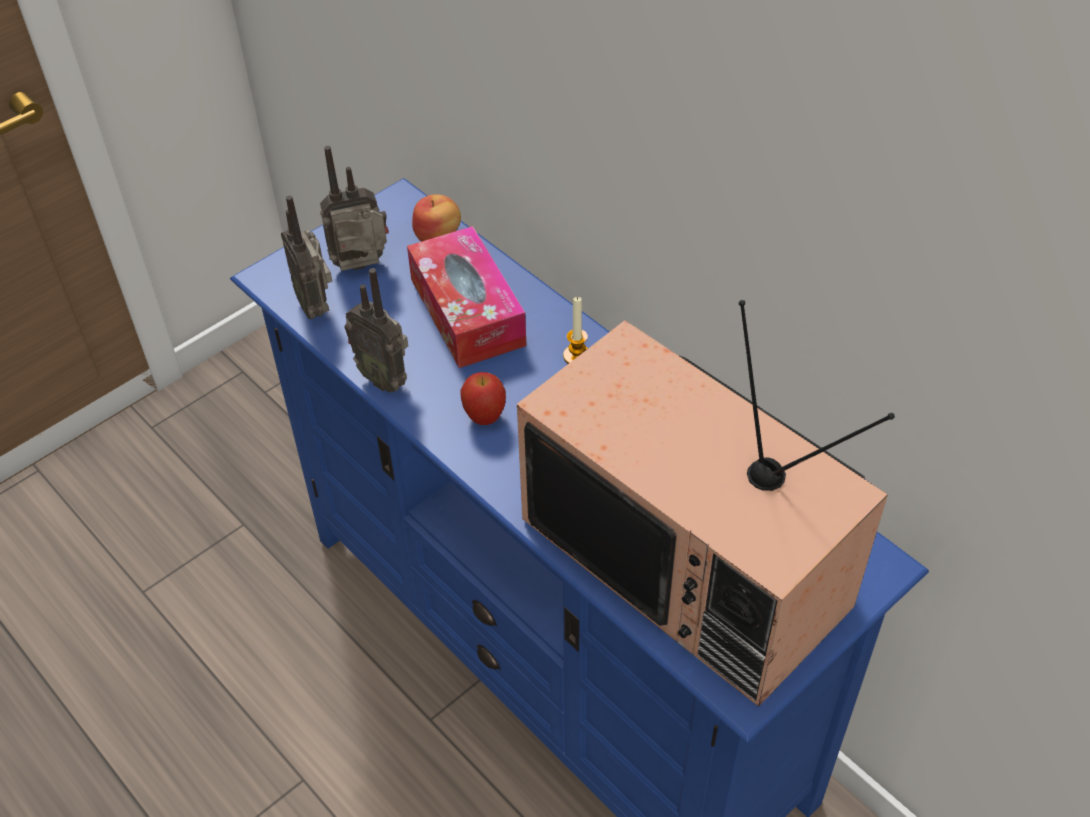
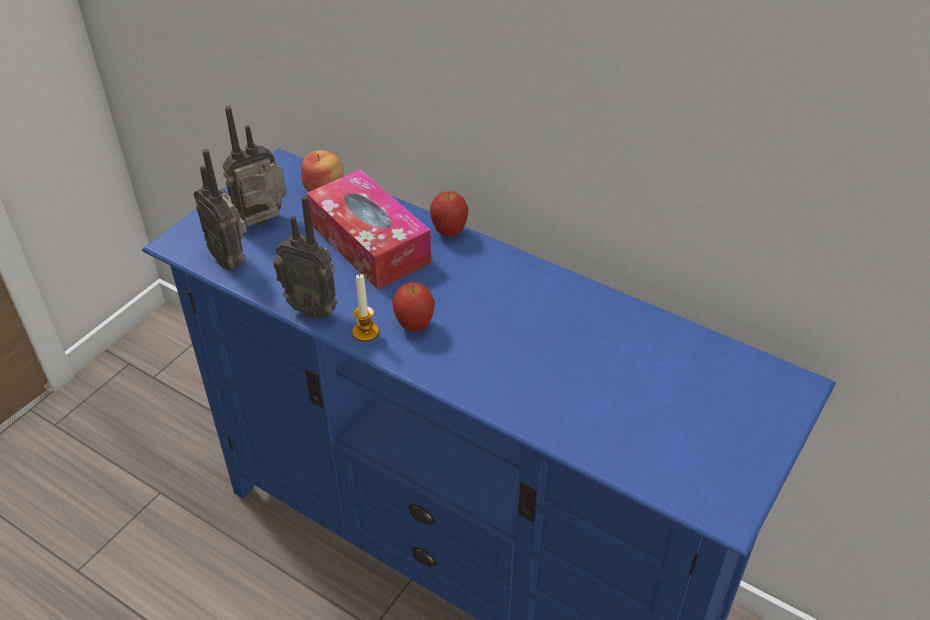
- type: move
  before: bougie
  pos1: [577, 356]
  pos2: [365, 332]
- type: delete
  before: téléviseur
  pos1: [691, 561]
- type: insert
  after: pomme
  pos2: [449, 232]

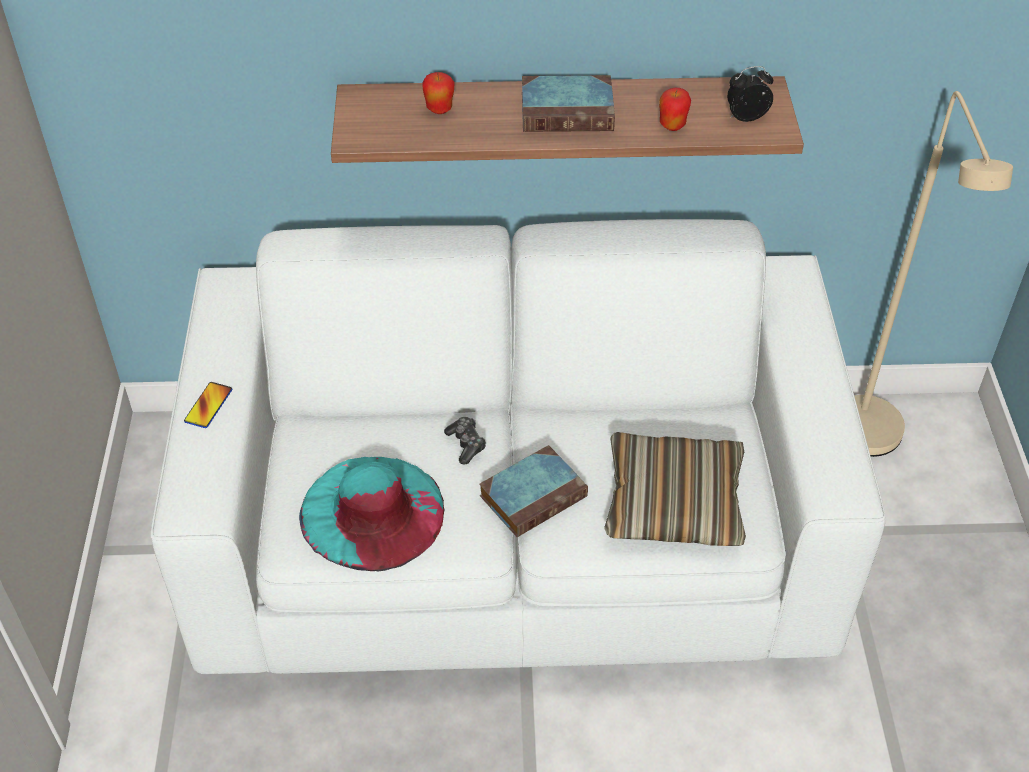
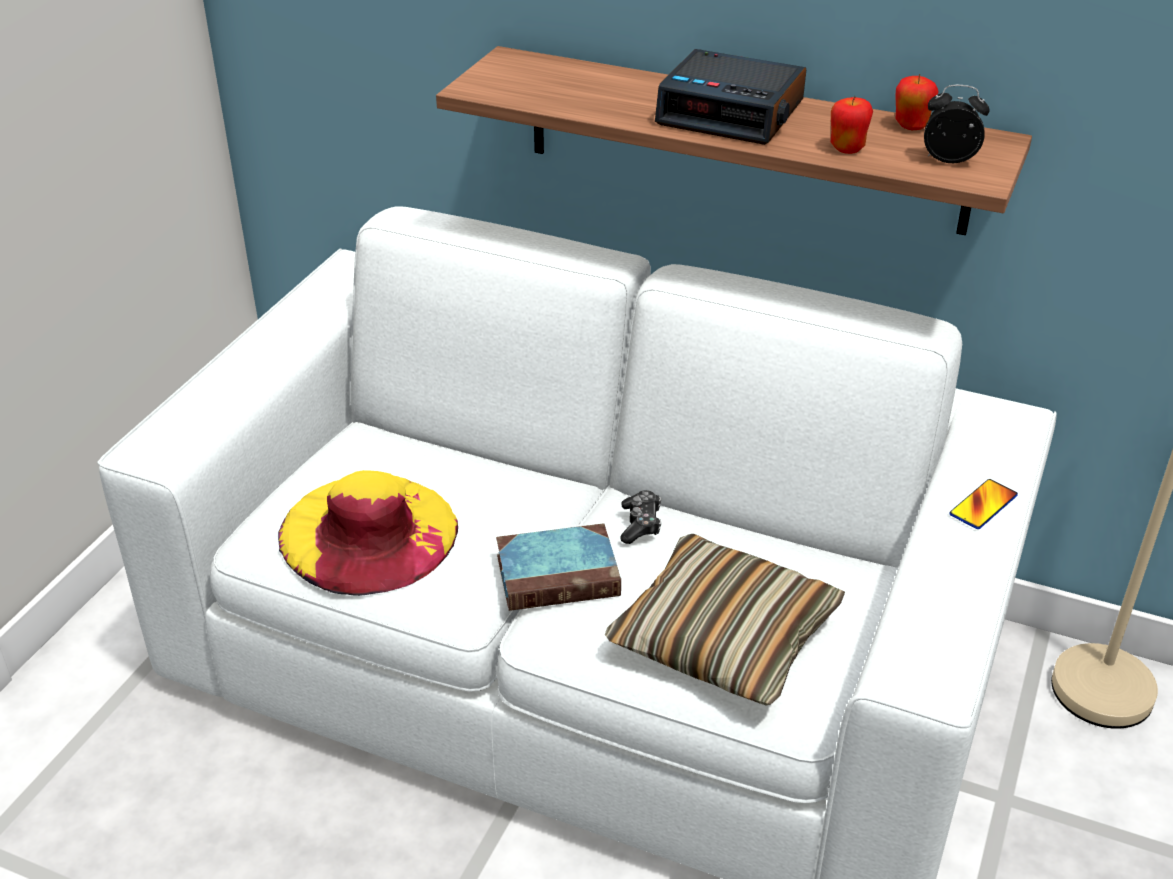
- type: move
  before: pomme
  pos1: [439, 109]
  pos2: [911, 126]
- type: replace
  before: livre
  after: réveil
  pos1: [569, 111]
  pos2: [732, 113]
- type: move
  before: téléphone
  pos1: [208, 406]
  pos2: [983, 505]
- type: move
  before: manette
  pos1: [466, 444]
  pos2: [640, 524]
- type: recolor
  before: chapeau (turquoise)
  after: chapeau (jaune)
  pos1: [372, 511]
  pos2: [368, 532]

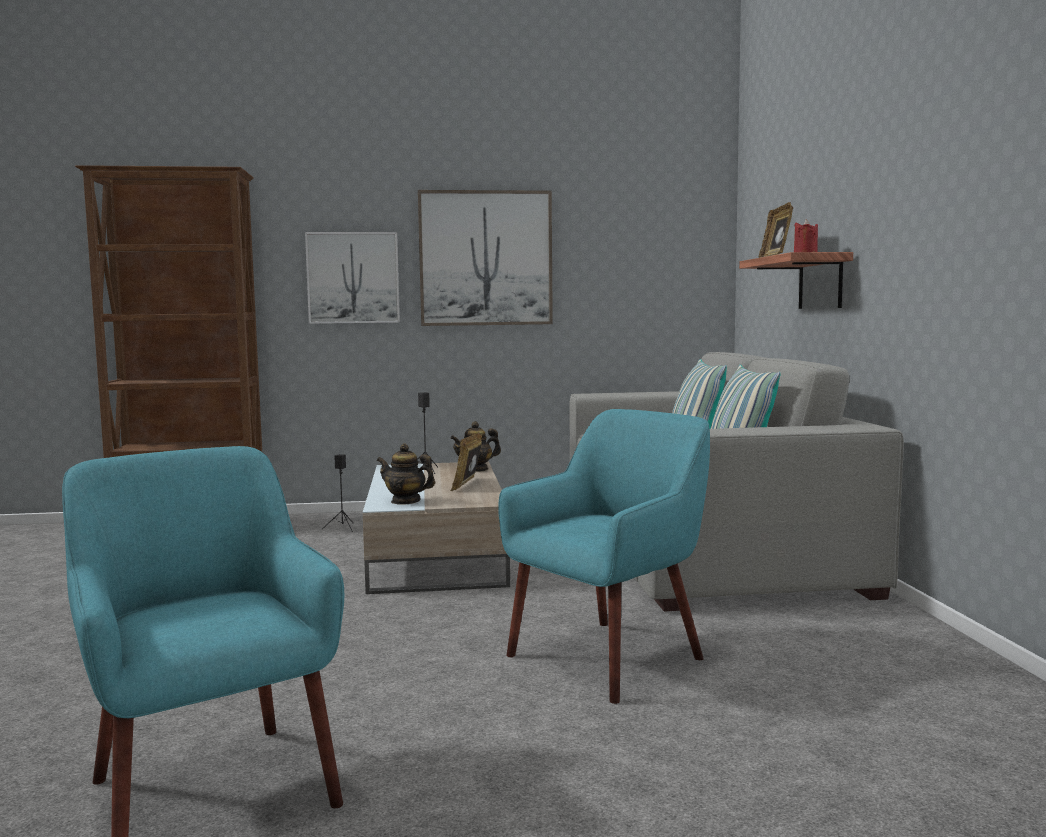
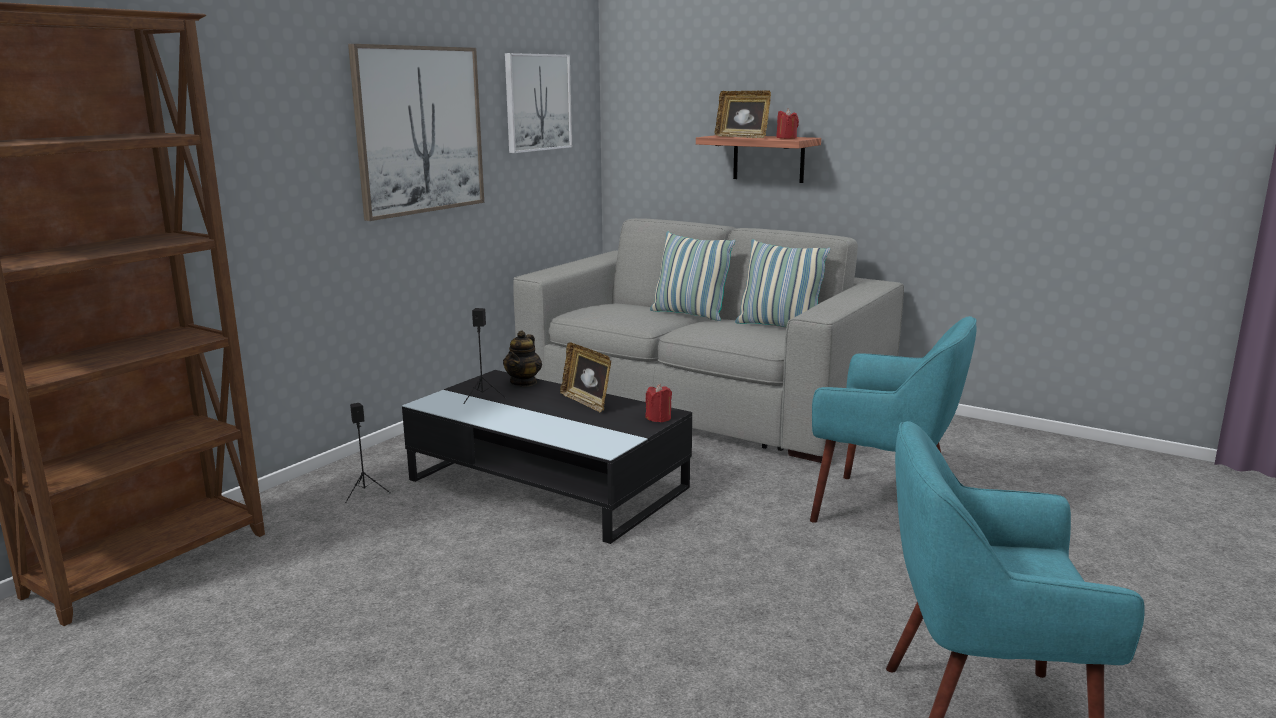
- type: move
  before: tableau
  pos1: [353, 278]
  pos2: [537, 102]
- type: rotate
  before: fauteuil (turquoise)
  pos1: [608, 657]
  pos2: [884, 509]
  turn: 120
- type: delete
  before: théière
  pos1: [406, 501]
- type: recolor
  before: table basse (beige)
  after: table basse (noir)
  pos1: [436, 554]
  pos2: [547, 483]
- type: insert
  after: bougie (rouge)
  pos2: [658, 418]

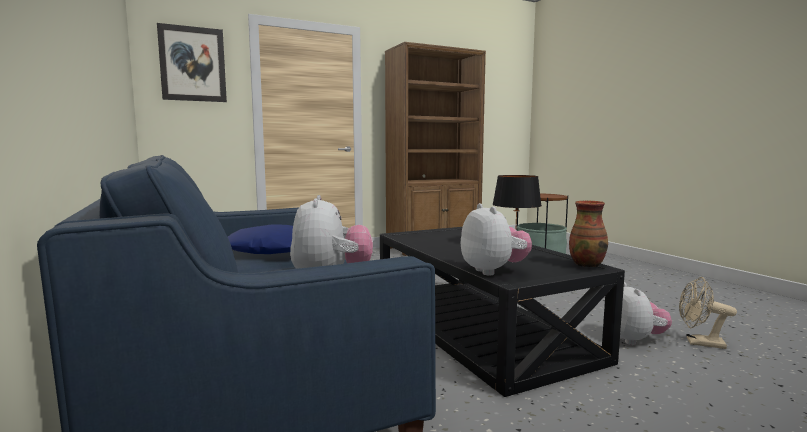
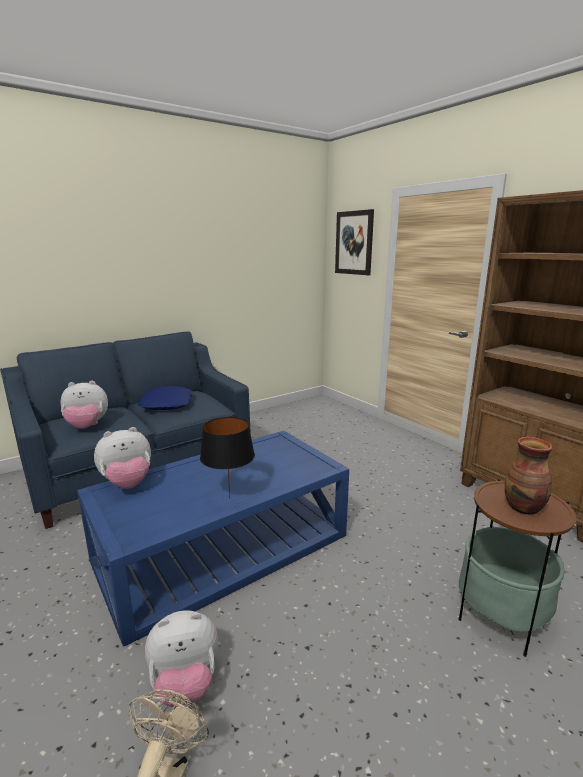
- type: move
  before: vase
  pos1: [586, 264]
  pos2: [524, 508]
- type: recolor
  before: table basse (noir)
  after: table basse (bleu)
  pos1: [477, 327]
  pos2: [223, 547]

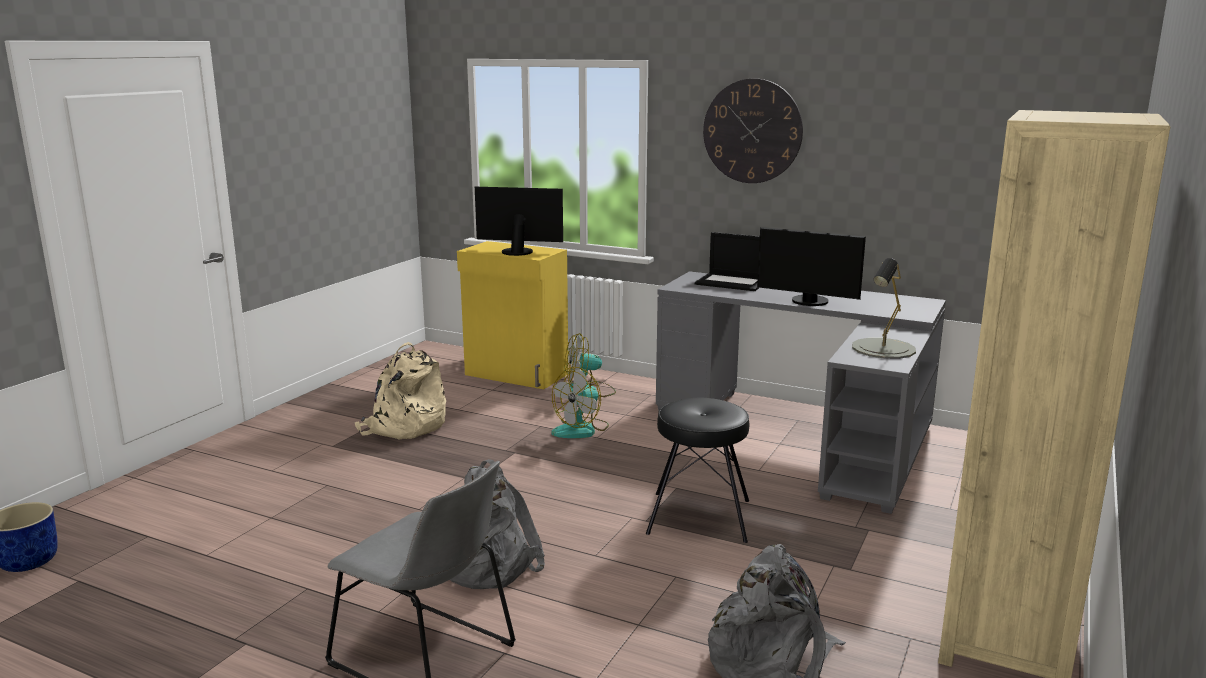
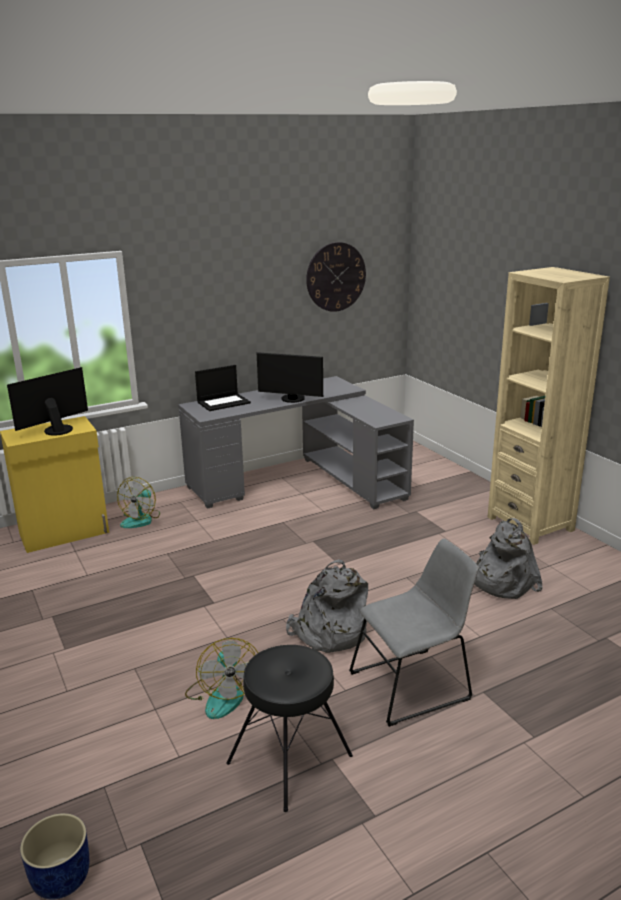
- type: move
  before: horloge murale
  pos1: [752, 131]
  pos2: [336, 277]
- type: rotate
  before: écran d'ordinateur
  pos1: [809, 302]
  pos2: [292, 399]
  turn: 45
- type: delete
  before: lampe de table (gris)
  pos1: [883, 348]
- type: delete
  before: sac à dos (beige)
  pos1: [404, 426]
- type: move
  before: ventilateur
  pos1: [581, 429]
  pos2: [222, 695]
- type: move
  before: tabouret (noir)
  pos1: [699, 517]
  pos2: [291, 759]

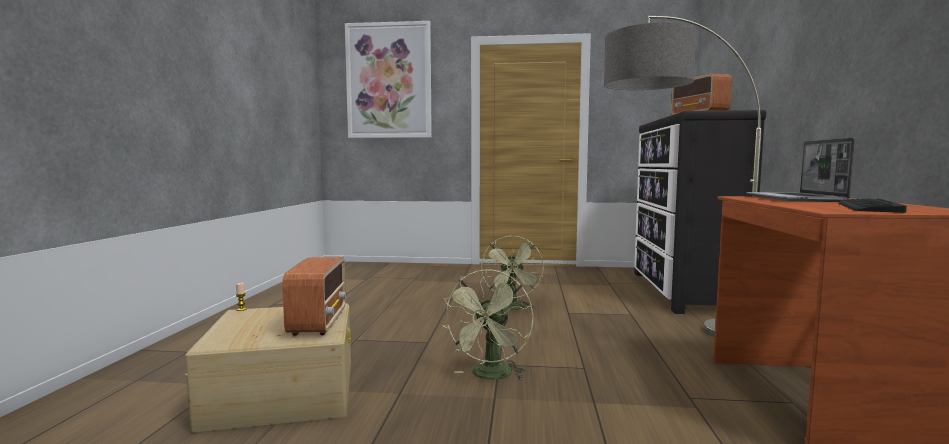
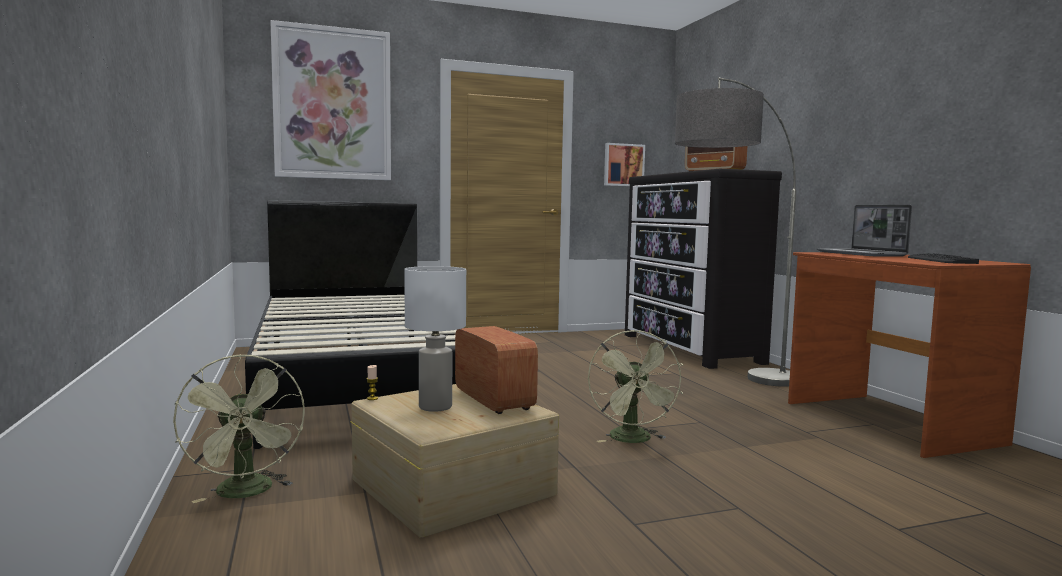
- type: move
  before: ventilateur (vert)
  pos1: [513, 308]
  pos2: [247, 493]
- type: insert
  after: tableau
  pos2: [623, 165]
- type: insert
  after: lit (noir)
  pos2: [357, 378]
- type: insert
  after: lampe de table (blanc)
  pos2: [434, 407]

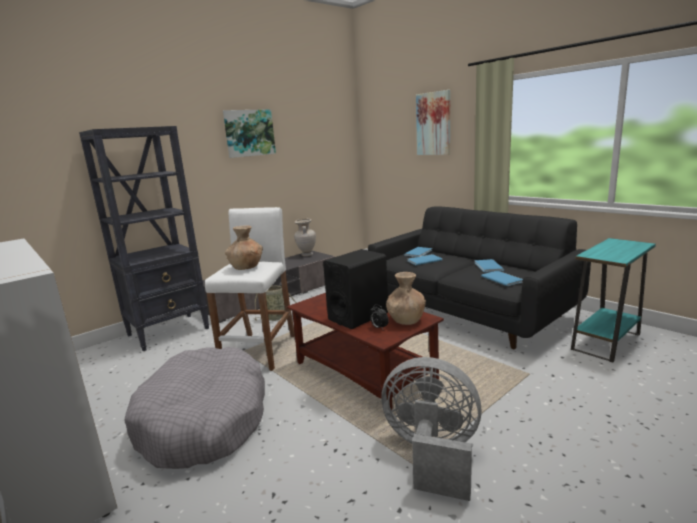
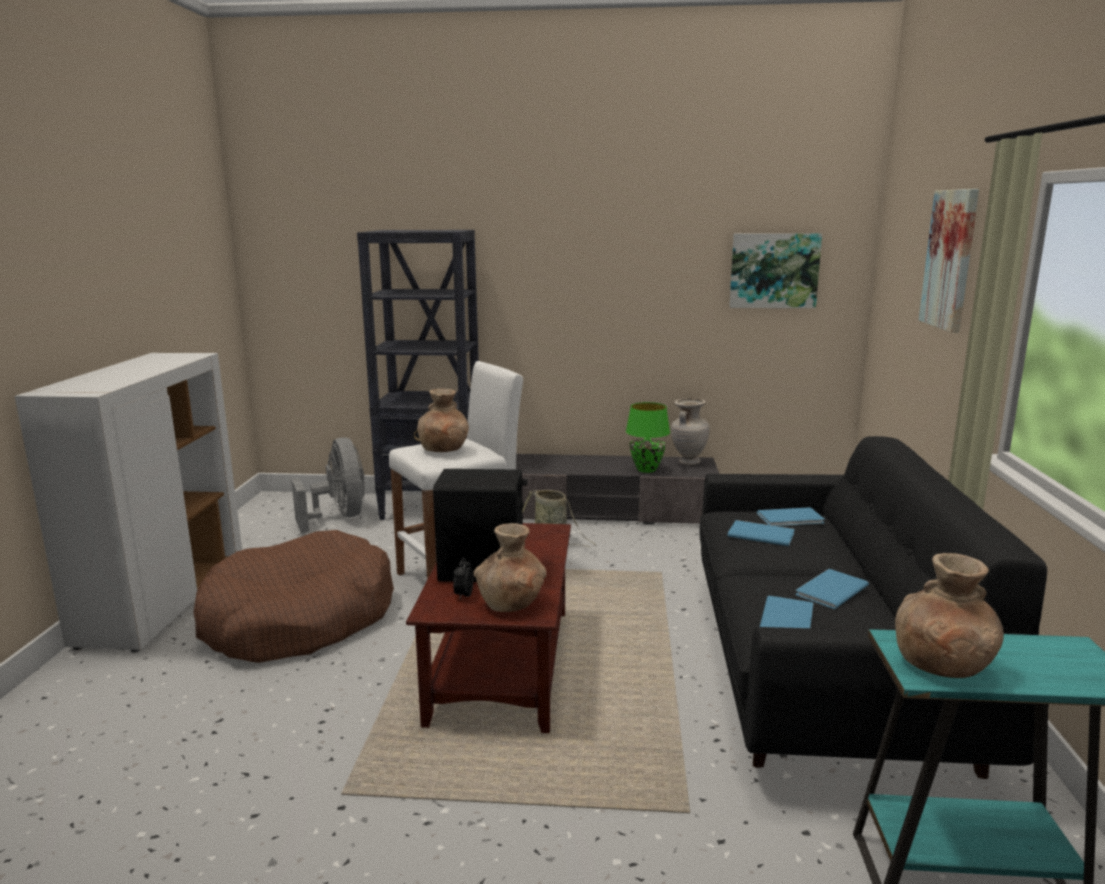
- type: move
  before: tableau
  pos1: [249, 133]
  pos2: [774, 270]
- type: recolor
  before: panier pour chien (gris)
  after: panier pour chien (marron)
  pos1: [204, 420]
  pos2: [298, 619]
- type: move
  before: ventilateur (gris)
  pos1: [432, 455]
  pos2: [339, 517]
- type: insert
  after: lampe de table (vert)
  pos2: [646, 469]
- type: insert
  after: vase (marron)
  pos2: [942, 665]

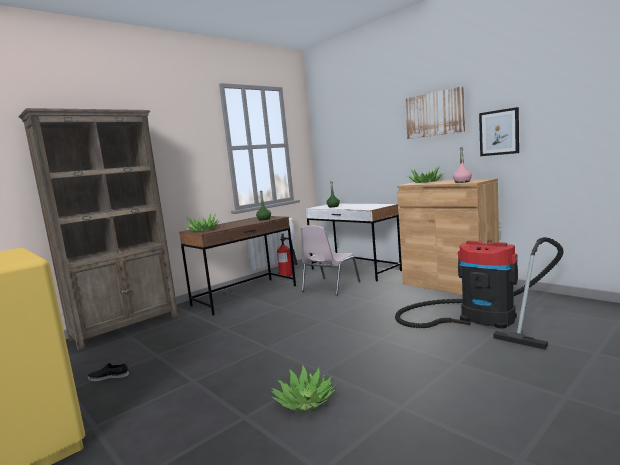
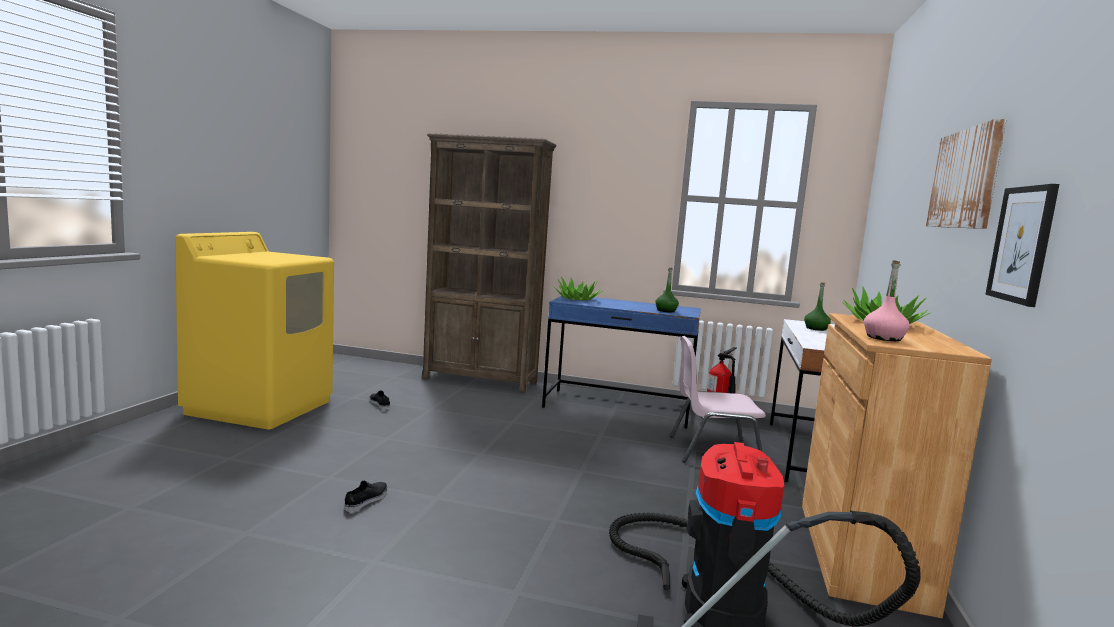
- type: recolor
  before: bureau (marron)
  after: bureau (bleu)
  pos1: [245, 295]
  pos2: [617, 408]
- type: replace
  before: plante en pot
  after: chaussure (noir)
  pos1: [304, 401]
  pos2: [367, 500]

